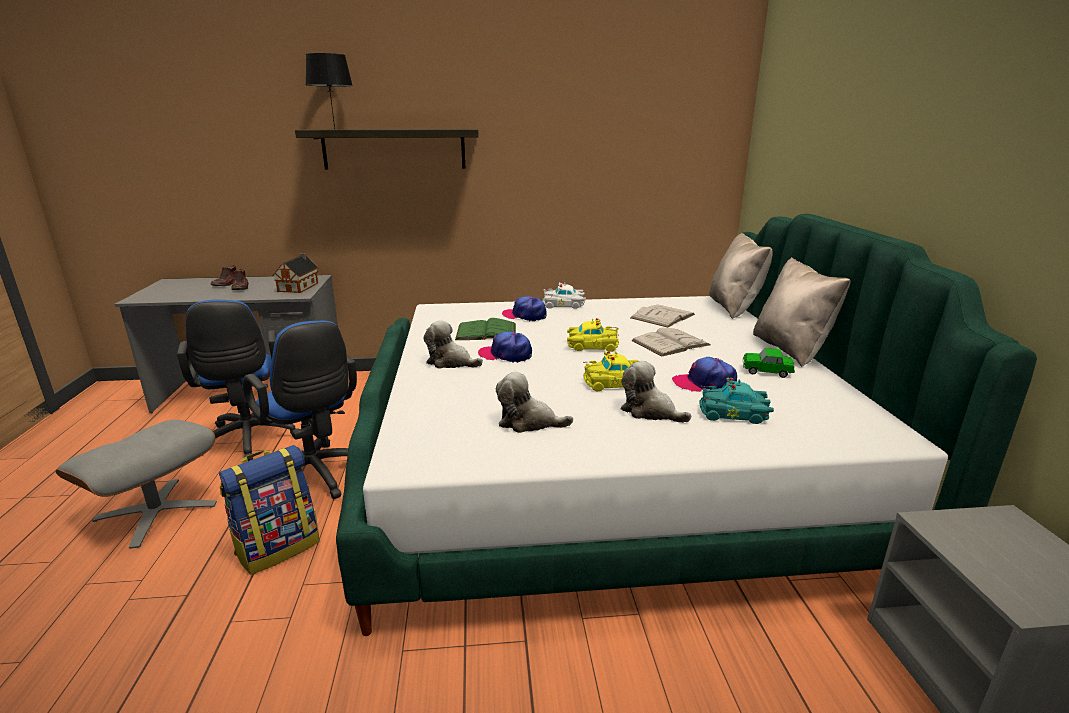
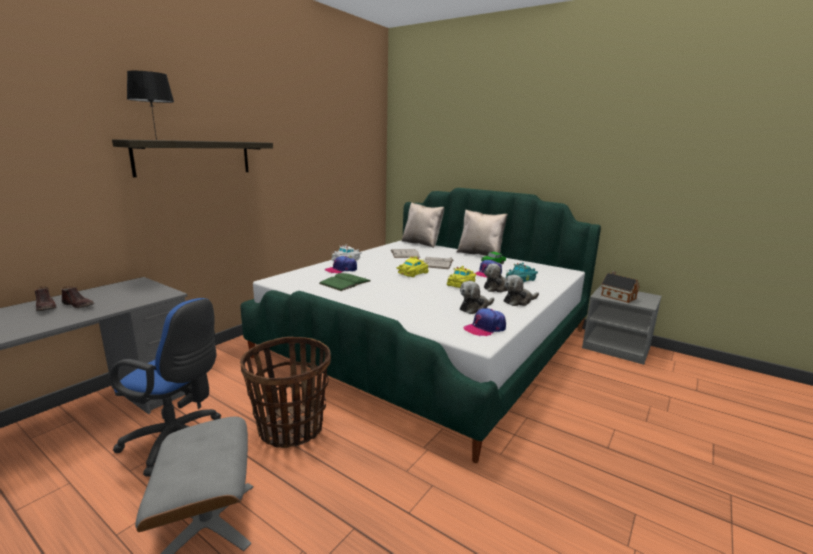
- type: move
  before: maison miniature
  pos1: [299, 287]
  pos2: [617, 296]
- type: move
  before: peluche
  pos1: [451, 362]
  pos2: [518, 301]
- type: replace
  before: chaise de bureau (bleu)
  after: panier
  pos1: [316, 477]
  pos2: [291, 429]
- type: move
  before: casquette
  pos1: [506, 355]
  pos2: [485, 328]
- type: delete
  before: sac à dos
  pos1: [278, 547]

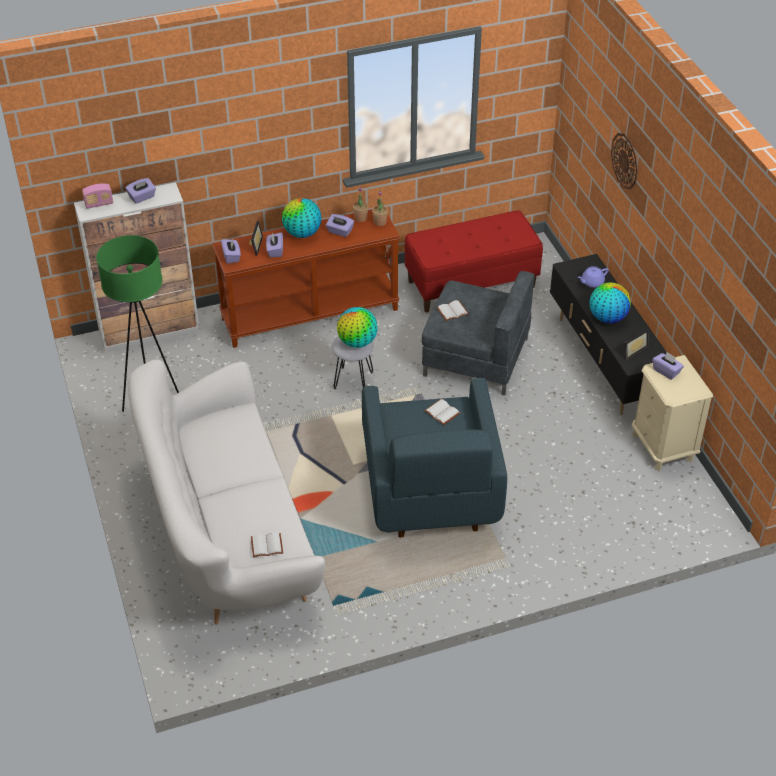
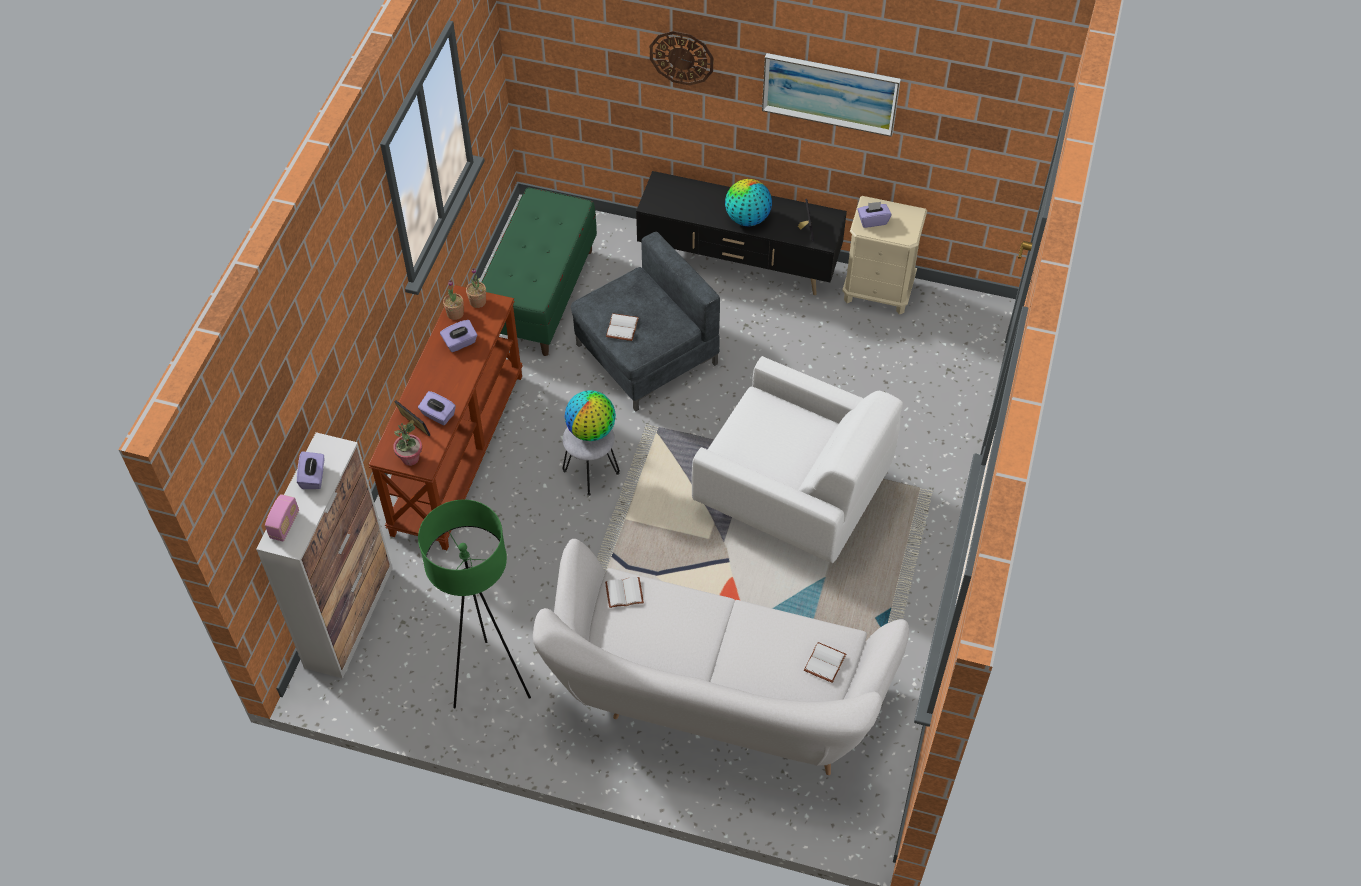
- type: delete
  before: globe
  pos1: [302, 233]
- type: recolor
  before: banc (rouge)
  after: banc (vert)
  pos1: [471, 283]
  pos2: [540, 295]
- type: replace
  before: boîte à mouchoirs (violet)
  after: plante en pot
  pos1: [231, 256]
  pos2: [410, 458]
- type: delete
  before: théière (violet)
  pos1: [592, 282]
- type: recolor
  before: fauteuil (bleu)
  after: fauteuil (blanc)
  pos1: [431, 491]
  pos2: [793, 496]
- type: move
  before: livre (blanc)
  pos1: [441, 413]
  pos2: [624, 594]
- type: insert
  after: tableau
  pos2: [830, 93]

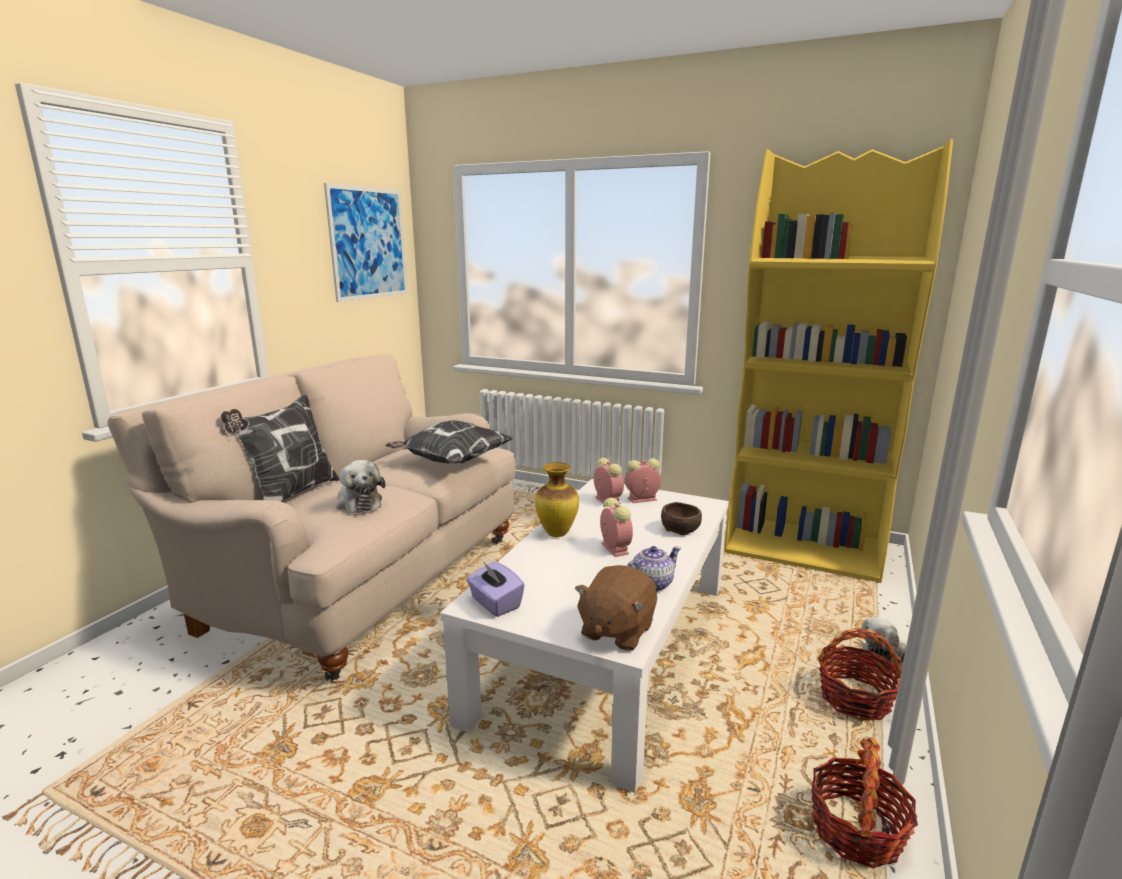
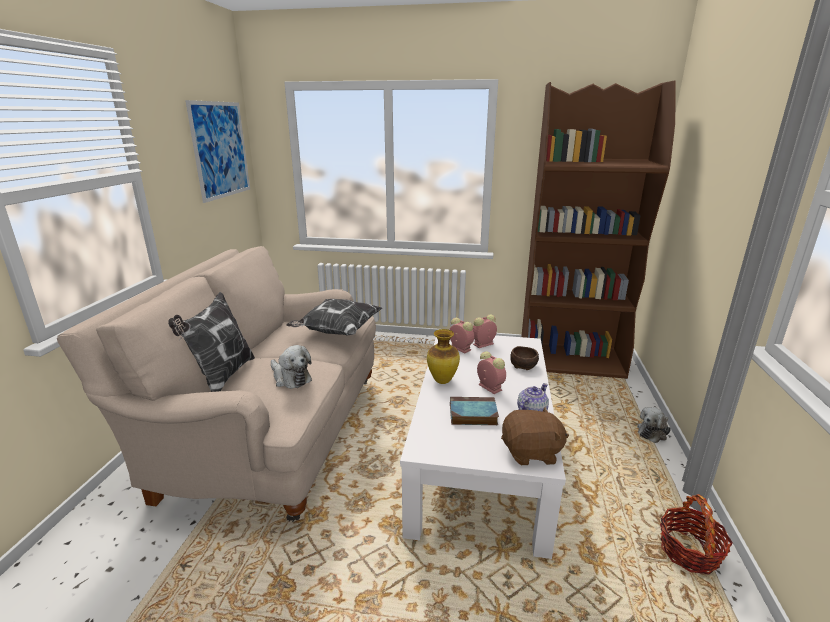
- type: recolor
  before: bibliothèque (jaune)
  after: bibliothèque (marron)
  pos1: [804, 549]
  pos2: [571, 360]
- type: delete
  before: boîte à mouchoirs (violet)
  pos1: [495, 603]
- type: rotate
  before: peluche (marron)
  pos1: [616, 630]
  pos2: [531, 453]
  turn: -105
- type: delete
  before: panier
  pos1: [855, 699]
- type: insert
  after: livre
  pos2: [472, 414]

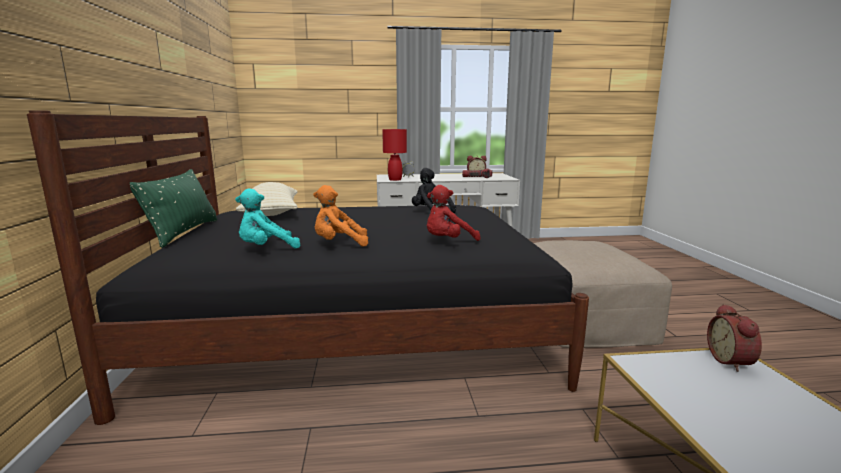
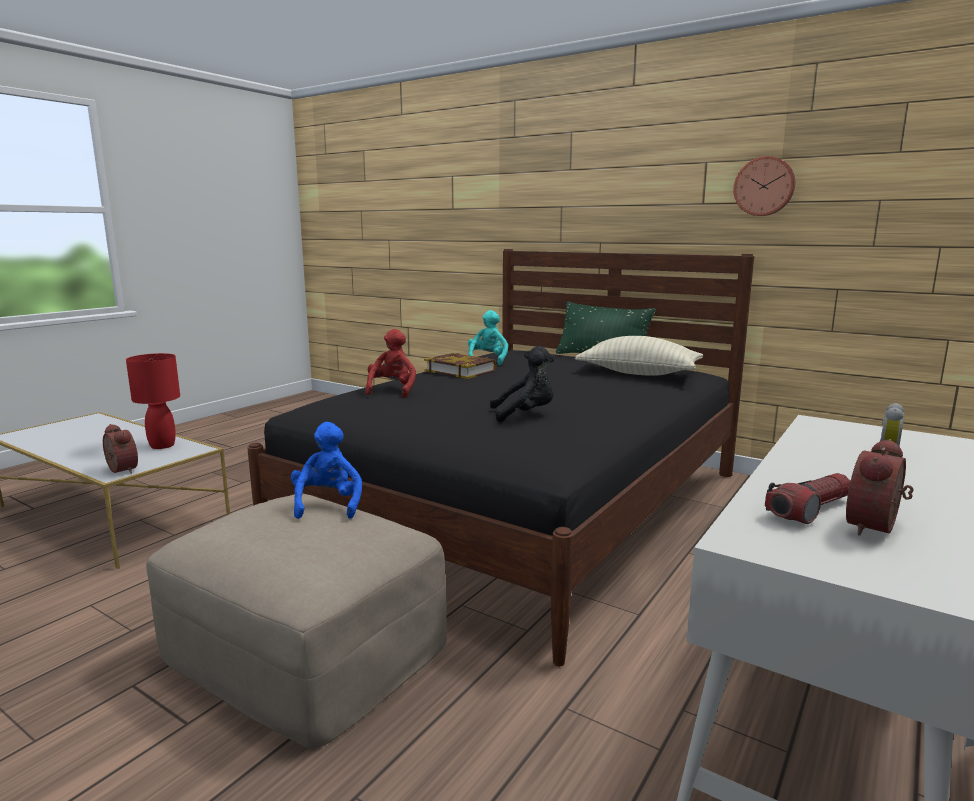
- type: move
  before: lampe de table (rouge)
  pos1: [395, 179]
  pos2: [163, 445]
- type: replace
  before: peluche (orange)
  after: livre
  pos1: [339, 244]
  pos2: [460, 371]
- type: insert
  after: horloge murale
  pos2: [764, 186]
- type: insert
  after: peluche (bleu)
  pos2: [328, 504]

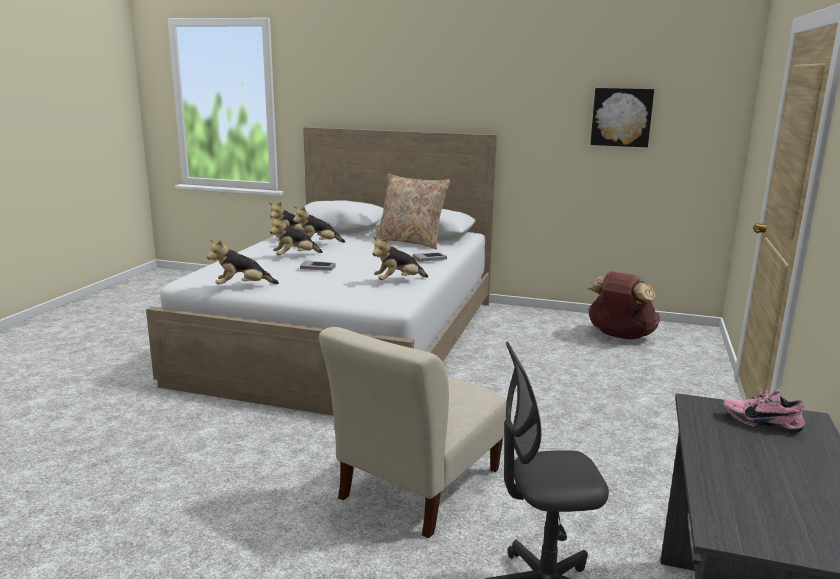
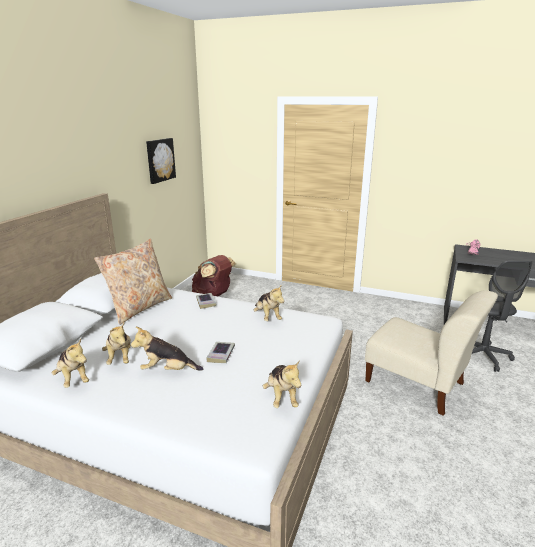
- type: rotate
  before: peluche
  pos1: [295, 257]
  pos2: [167, 370]
  turn: 120

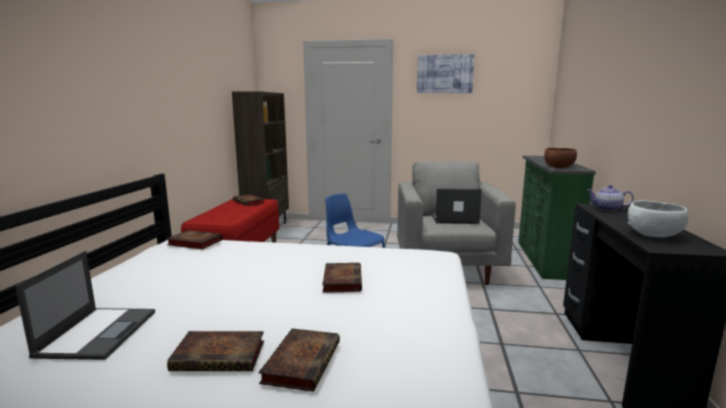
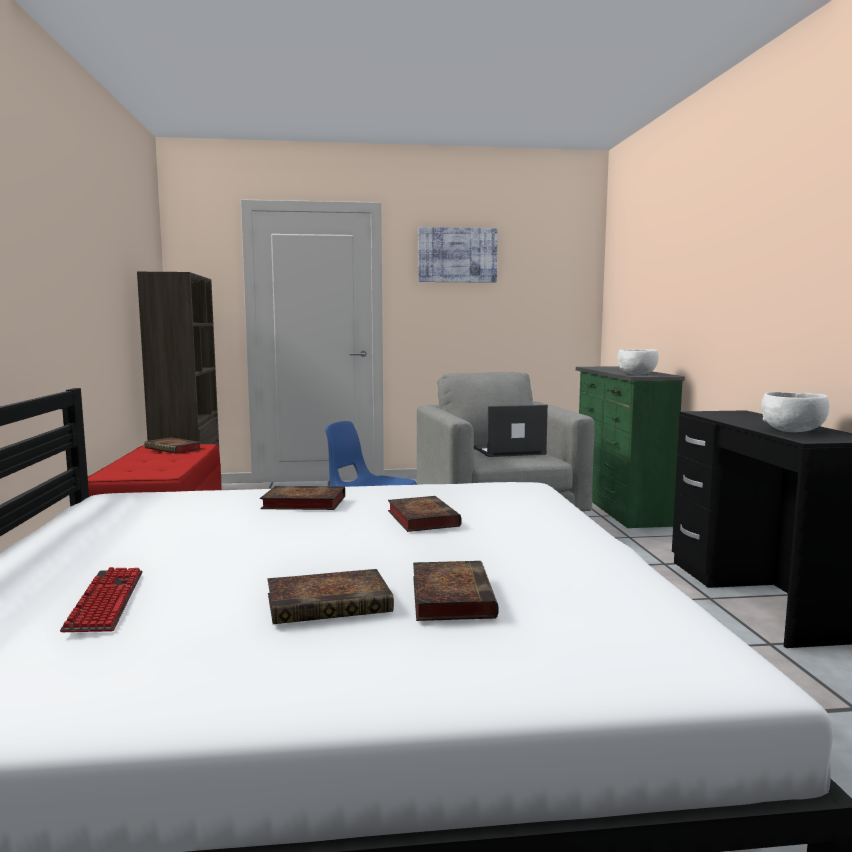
- type: recolor
  before: bol (marron)
  after: bol (blanc)
  pos1: [559, 167]
  pos2: [637, 374]
- type: delete
  before: théière
  pos1: [607, 209]
- type: move
  before: livre
  pos1: [193, 243]
  pos2: [301, 503]
- type: replace
  before: ordinateur portable
  after: clavier
  pos1: [98, 332]
  pos2: [106, 601]

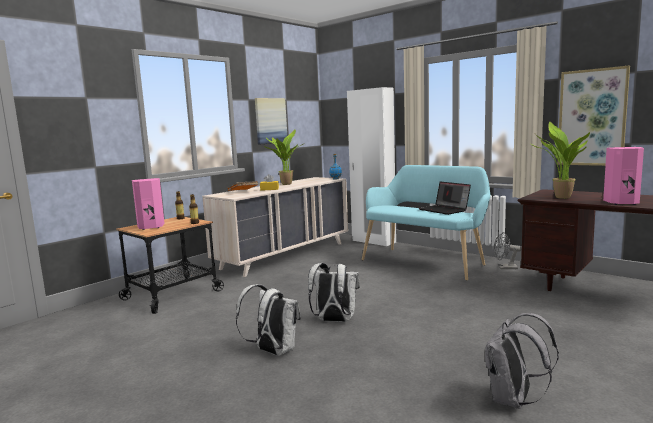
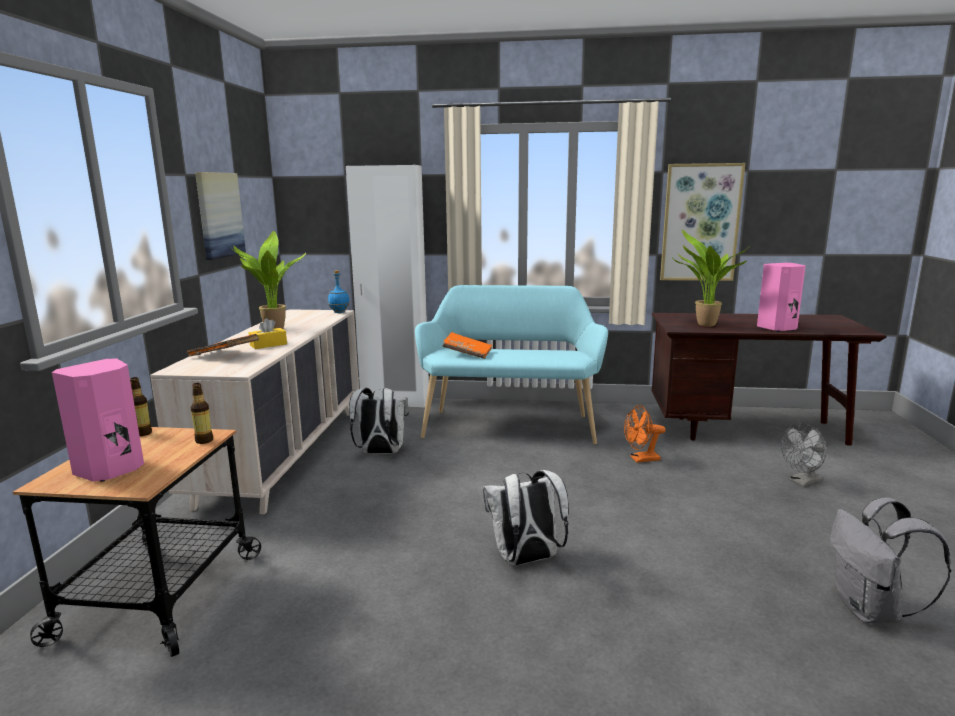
- type: delete
  before: ordinateur portable
  pos1: [444, 210]
- type: move
  before: ventilateur (gris)
  pos1: [504, 268]
  pos2: [802, 482]
- type: move
  before: sac à dos (blanc)
  pos1: [273, 351]
  pos2: [380, 453]
- type: insert
  after: livre (orange)
  pos2: [467, 354]
- type: insert
  after: ventilateur (orange)
  pos2: [641, 459]

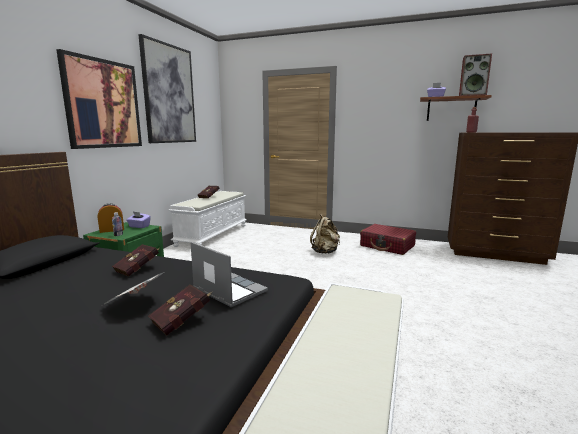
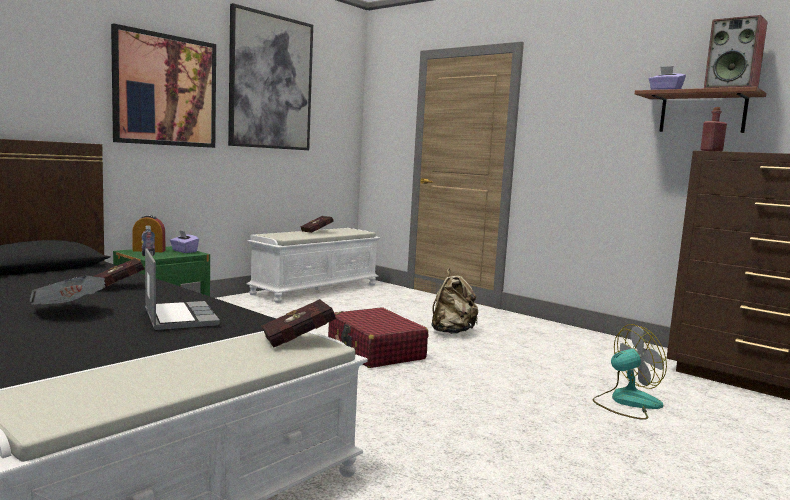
- type: move
  before: valise (rouge)
  pos1: [387, 246]
  pos2: [375, 351]
- type: move
  before: livre (rouge)
  pos1: [183, 321]
  pos2: [301, 341]
- type: insert
  after: ventilateur
  pos2: [626, 402]

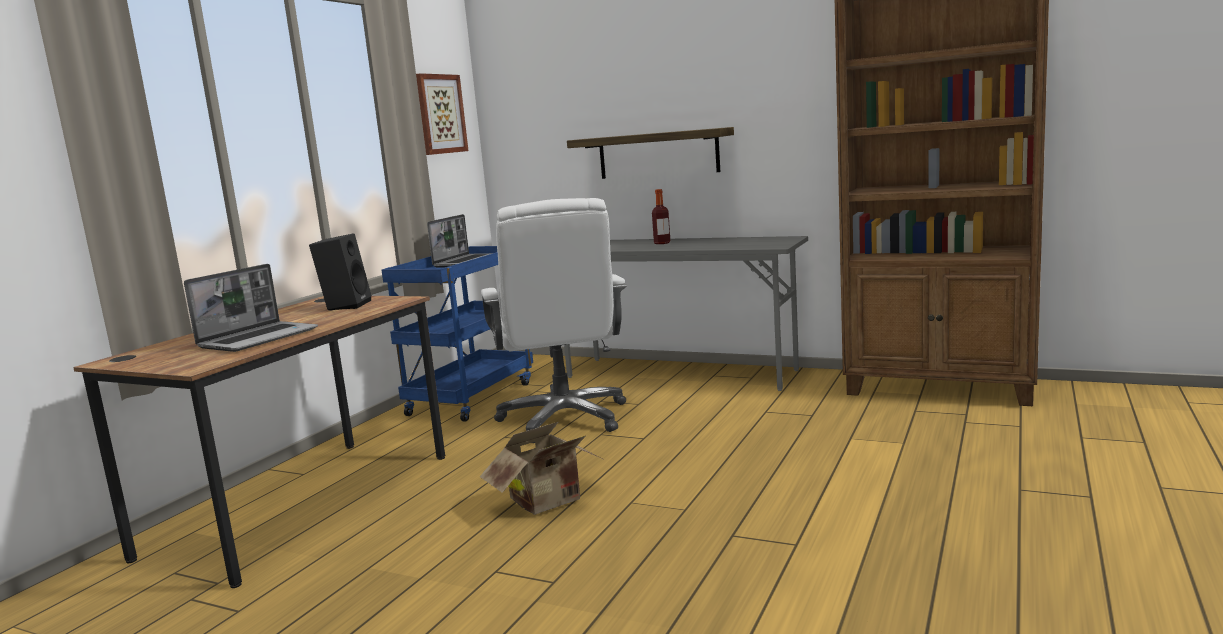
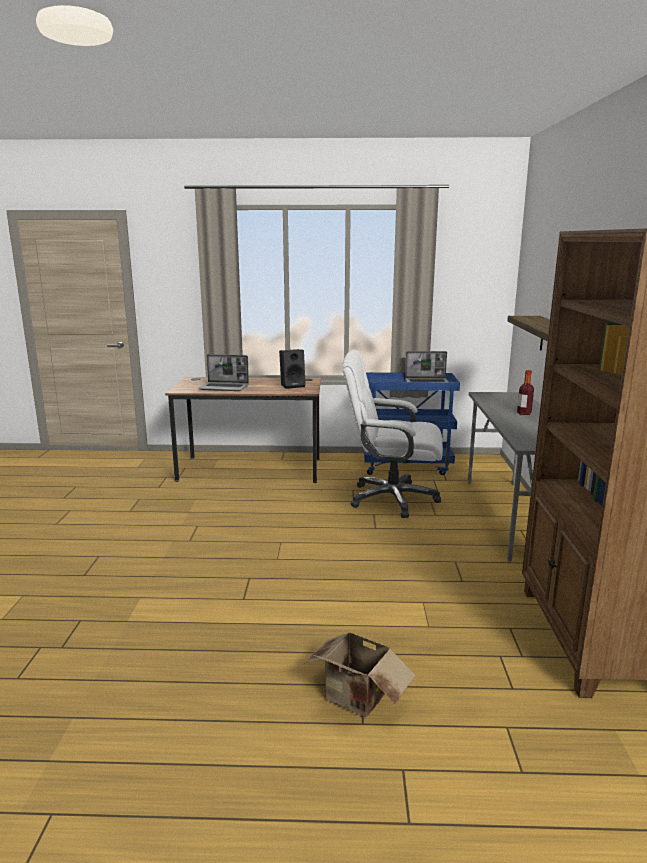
- type: delete
  before: tableau
  pos1: [440, 114]
- type: rotate
  before: chaise de bureau (blanc)
  pos1: [564, 419]
  pos2: [391, 498]
  turn: 45
- type: move
  before: carton
  pos1: [550, 502]
  pos2: [356, 699]

